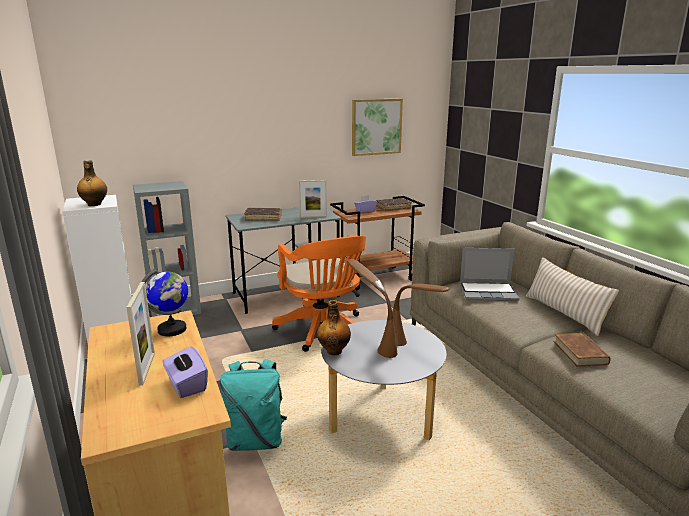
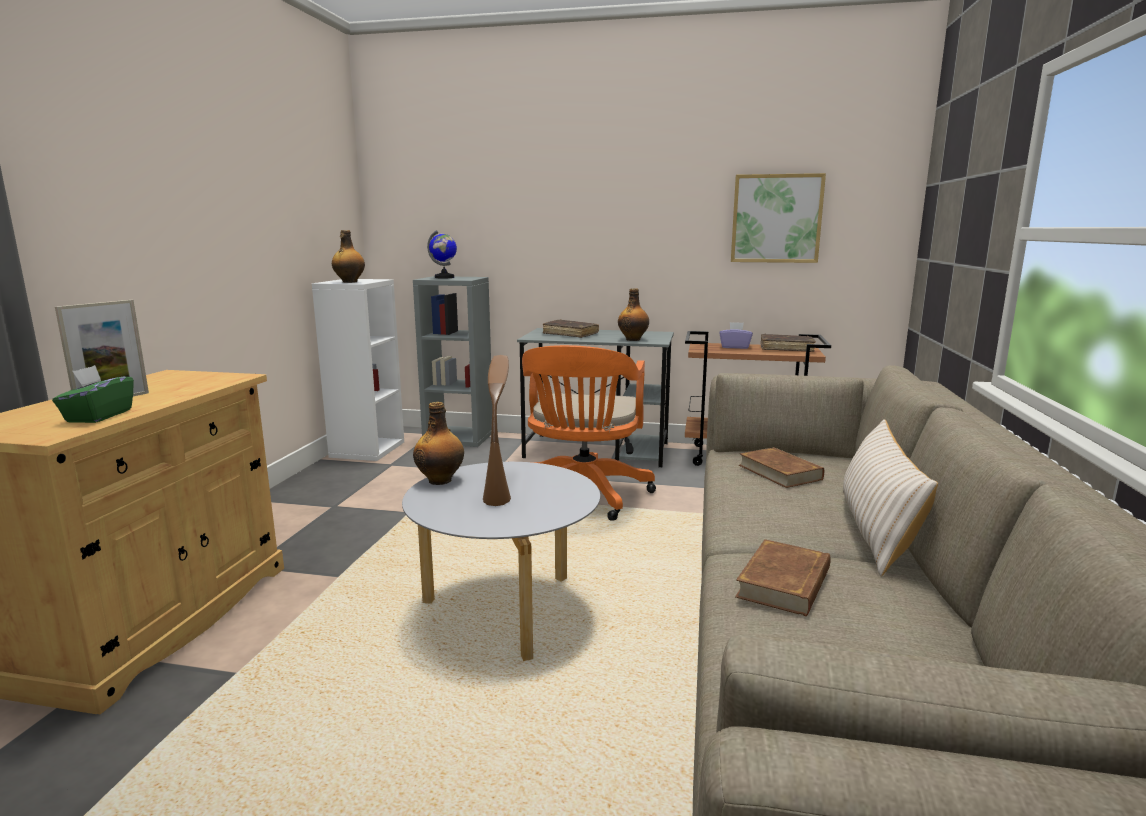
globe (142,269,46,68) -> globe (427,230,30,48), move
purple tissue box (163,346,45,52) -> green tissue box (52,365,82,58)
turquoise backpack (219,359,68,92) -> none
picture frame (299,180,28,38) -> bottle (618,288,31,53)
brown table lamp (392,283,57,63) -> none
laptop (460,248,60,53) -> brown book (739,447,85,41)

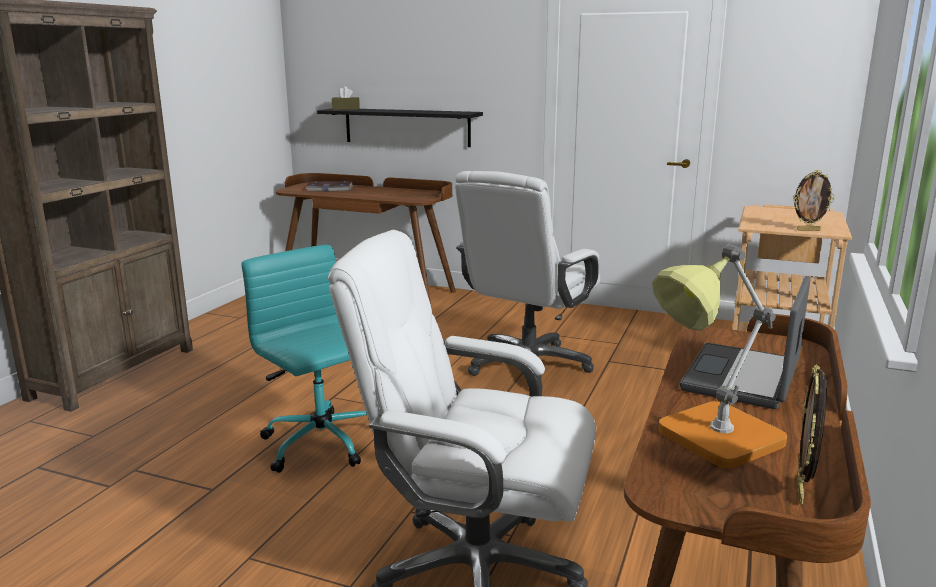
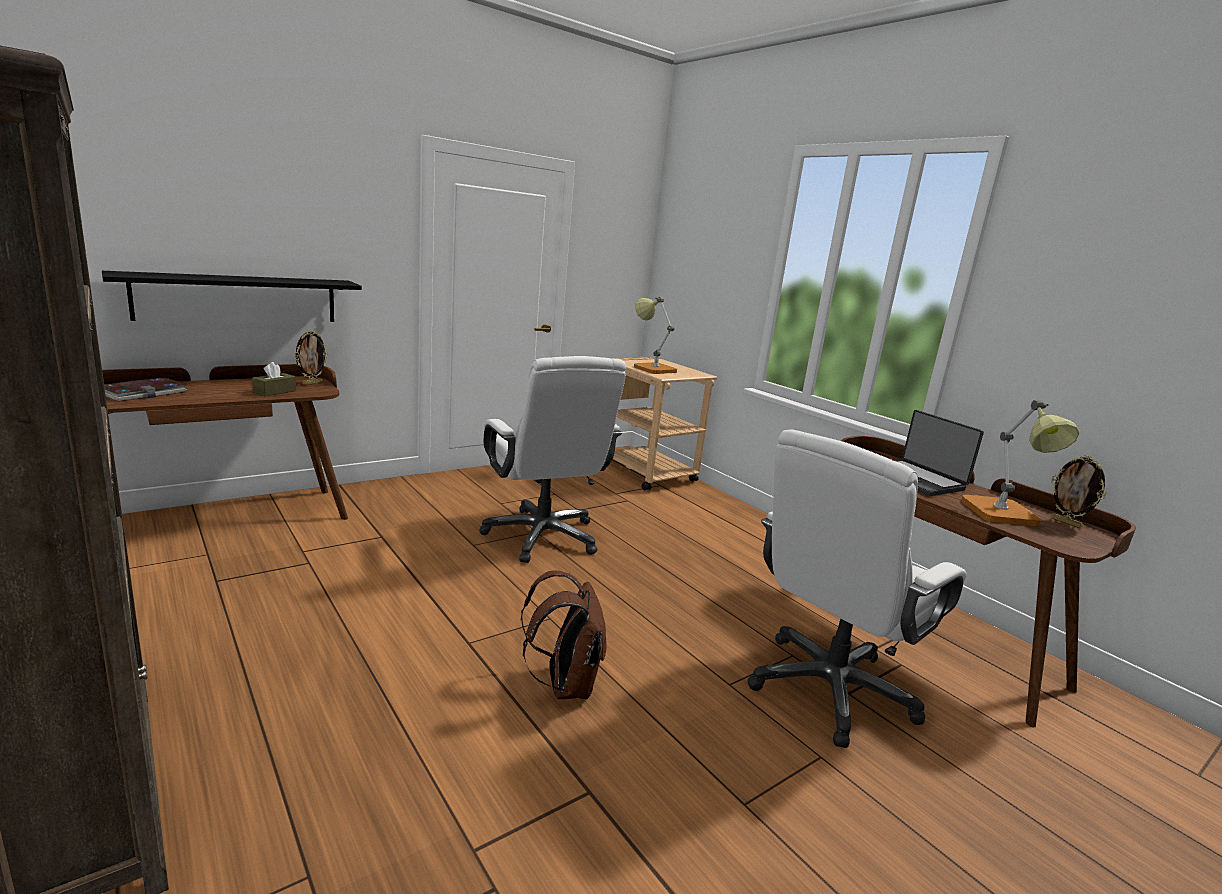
turquoise office chair (242,244,125,229) -> brown backpack (521,571,86,128)
brown tissue box (332,86,28,24) -> brown tissue box (252,362,44,34), move
picture frame (793,170,42,61) -> picture frame (294,330,34,55), move
none -> table lamp (634,297,43,77)

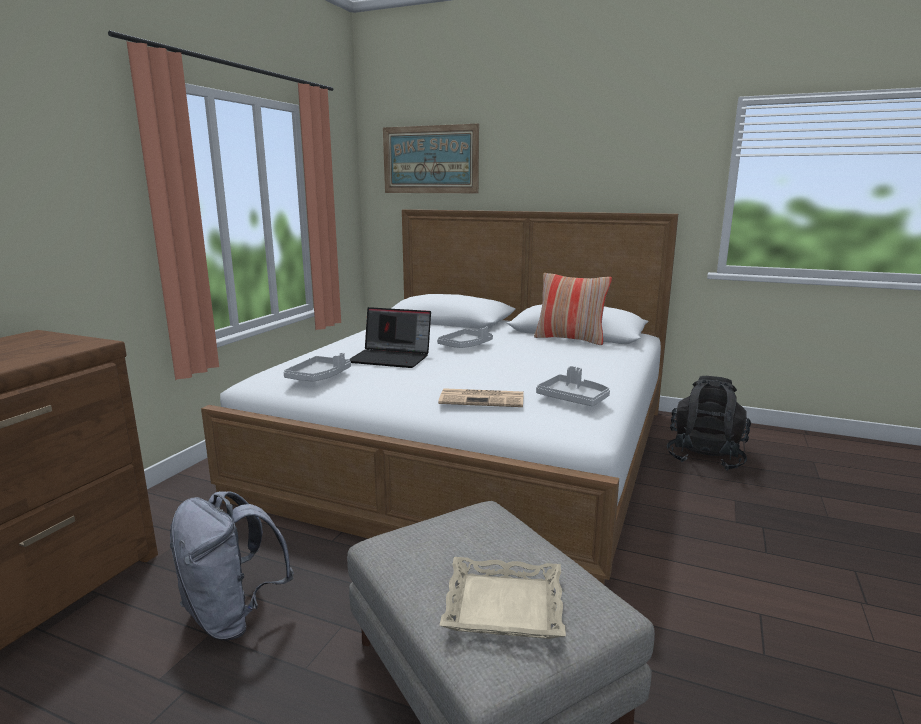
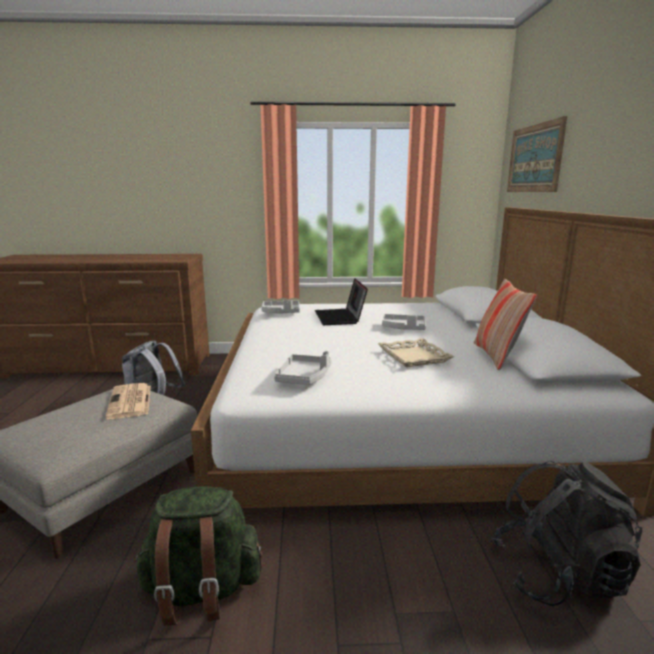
newspaper (438,388,86,19) -> newspaper (105,383,46,36), move
beige tray (439,557,127,82) -> beige tray (378,338,76,29), move
none -> green backpack (134,486,128,140)

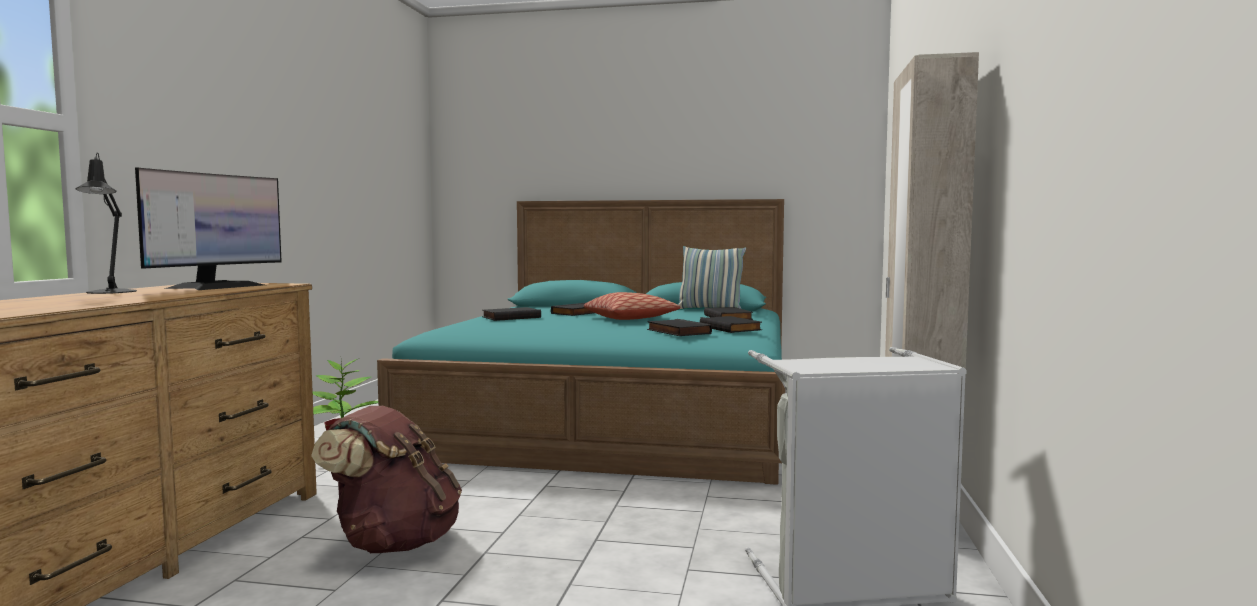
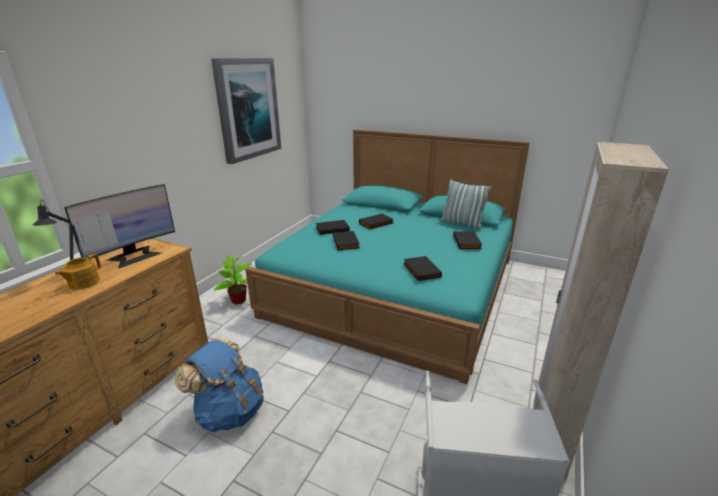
brown backpack (311,406,151,147) -> blue backpack (175,338,89,94)
pillow (584,292,97,28) -> none
black book (700,316,62,17) -> black book (333,231,27,19), move
none -> teapot (55,254,46,36)
none -> picture (211,58,70,106)

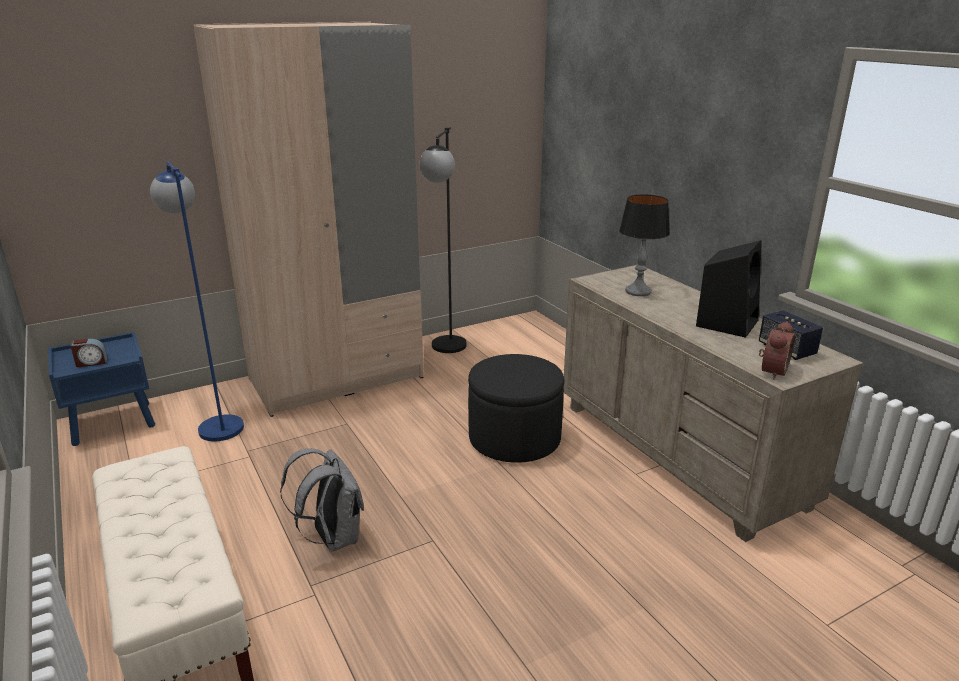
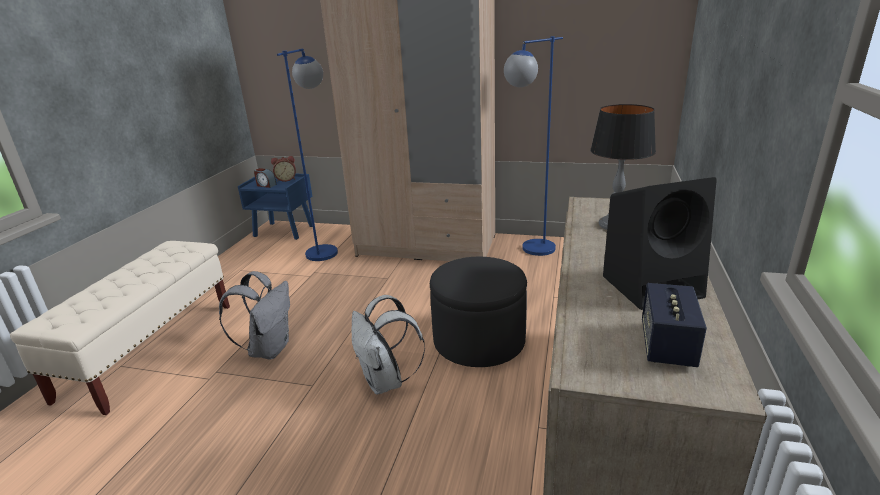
black floor lamp (419,127,48,226) -> blue floor lamp (504,36,59,220)
alarm clock (759,321,36,58) -> alarm clock (271,156,25,26), move
none -> white backpack (352,295,73,100)

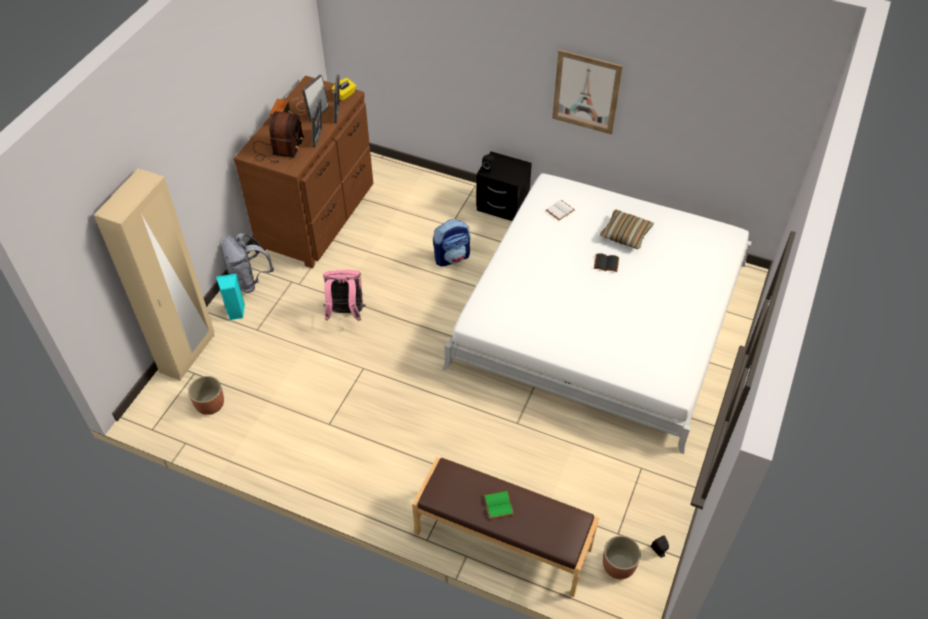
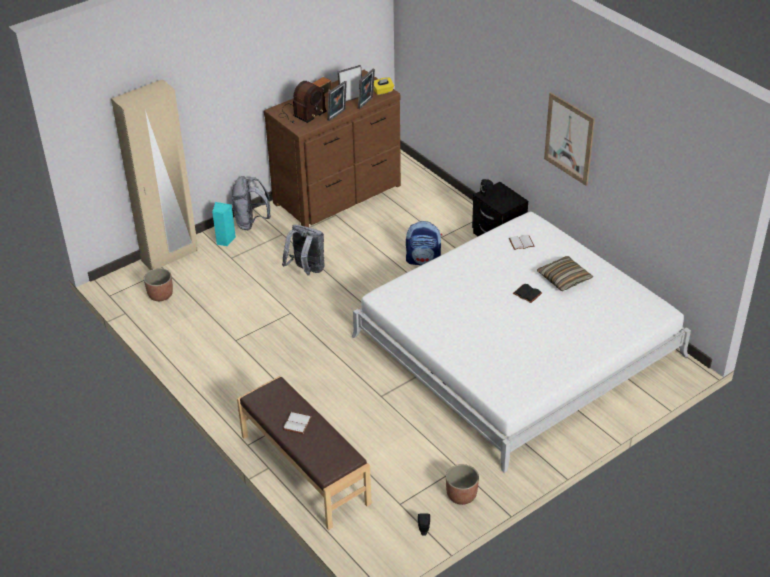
pink backpack (323,270,43,51) -> grey backpack (282,225,43,51)
green book (484,490,30,30) -> white book (283,412,29,22)
planter (603,536,38,43) -> planter (446,464,33,41), move

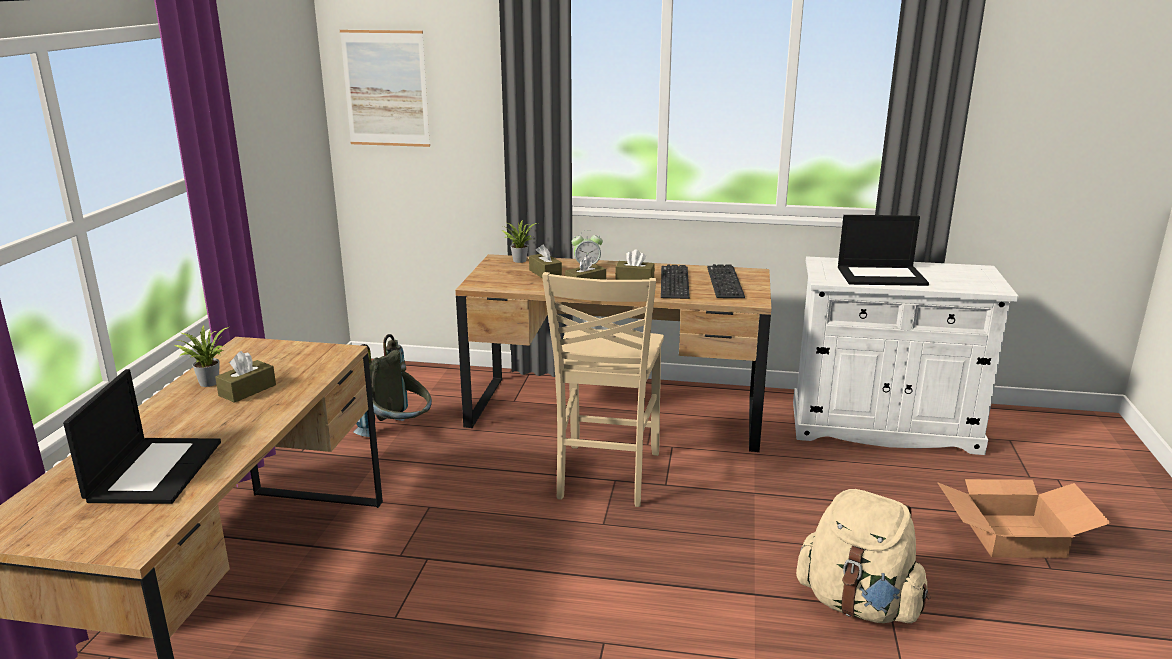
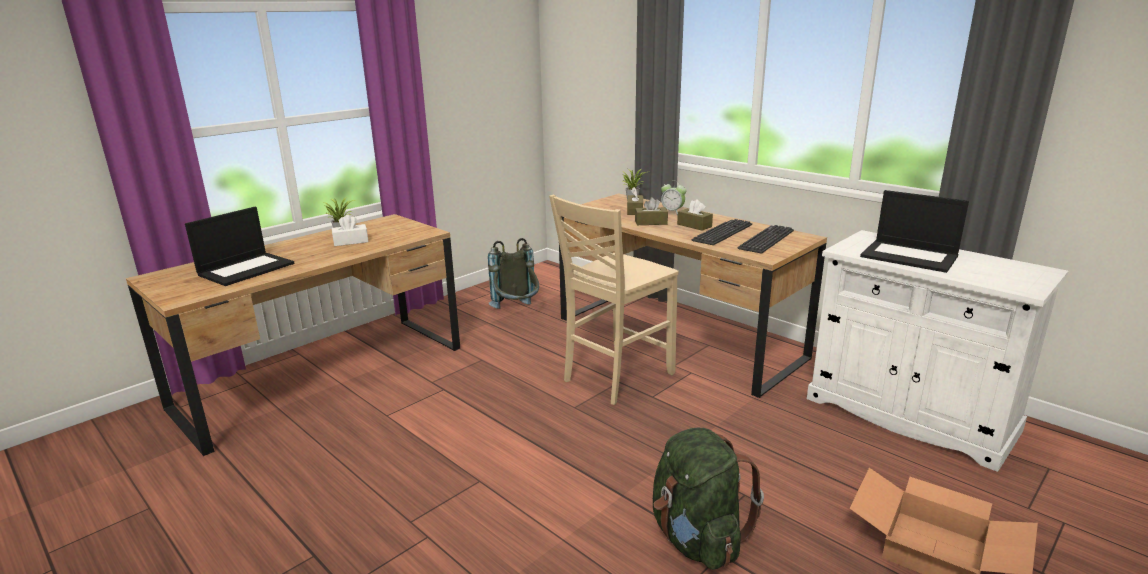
brown tissue box (215,351,61,52) -> white tissue box (332,214,36,32)
picture (340,30,90,117) -> none
beige backpack (796,489,134,134) -> green backpack (653,428,111,142)

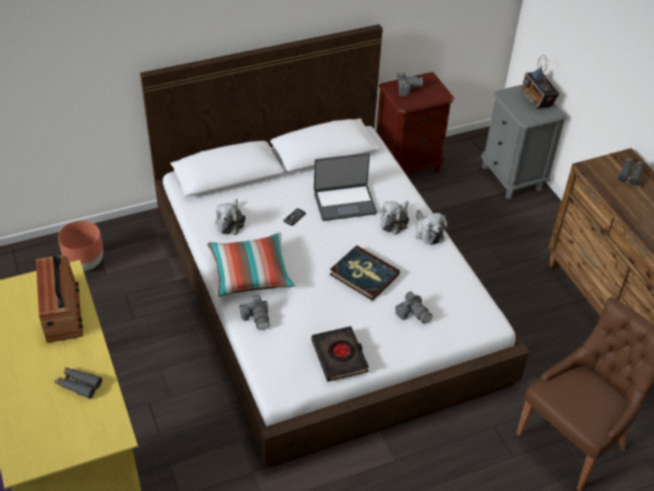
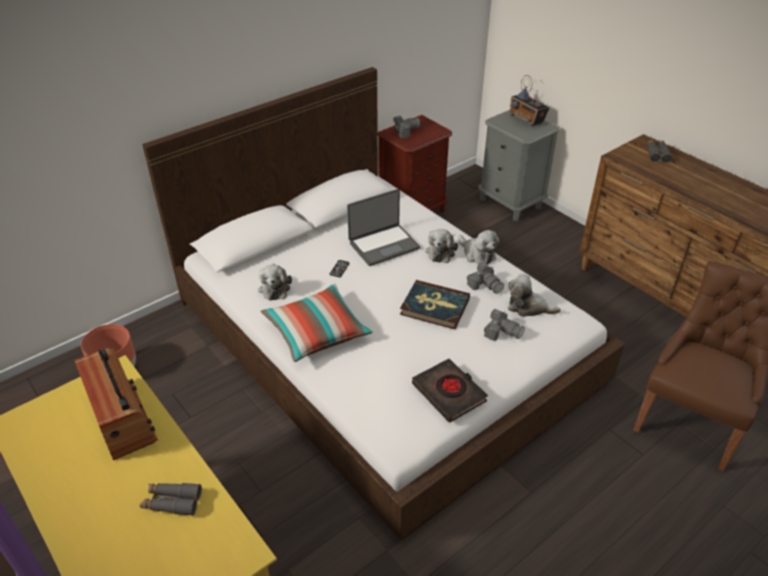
photo camera (239,295,31,35) -> photo camera (467,262,37,31), move
none -> plush toy (508,274,53,43)

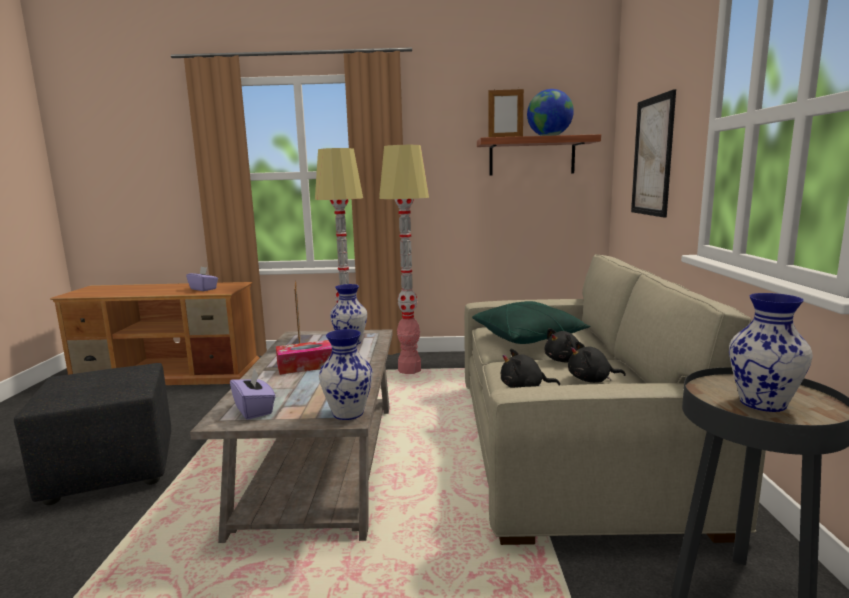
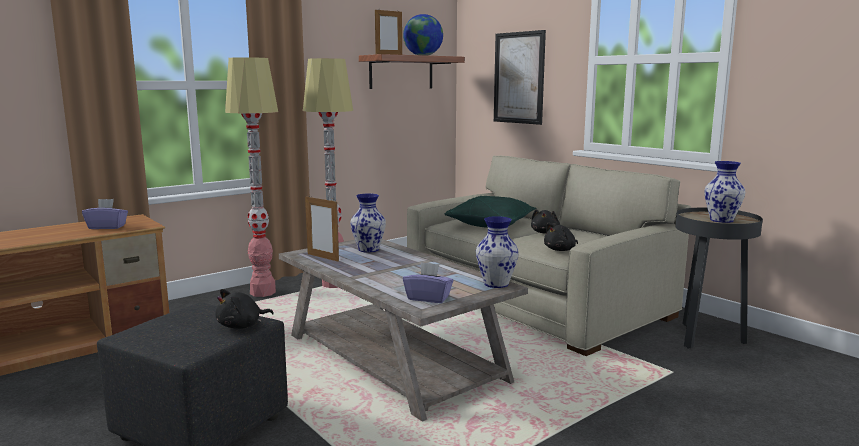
tissue box (276,340,56,35) -> none
black plush toy (568,341,58,42) -> black plush toy (215,289,59,40), move

